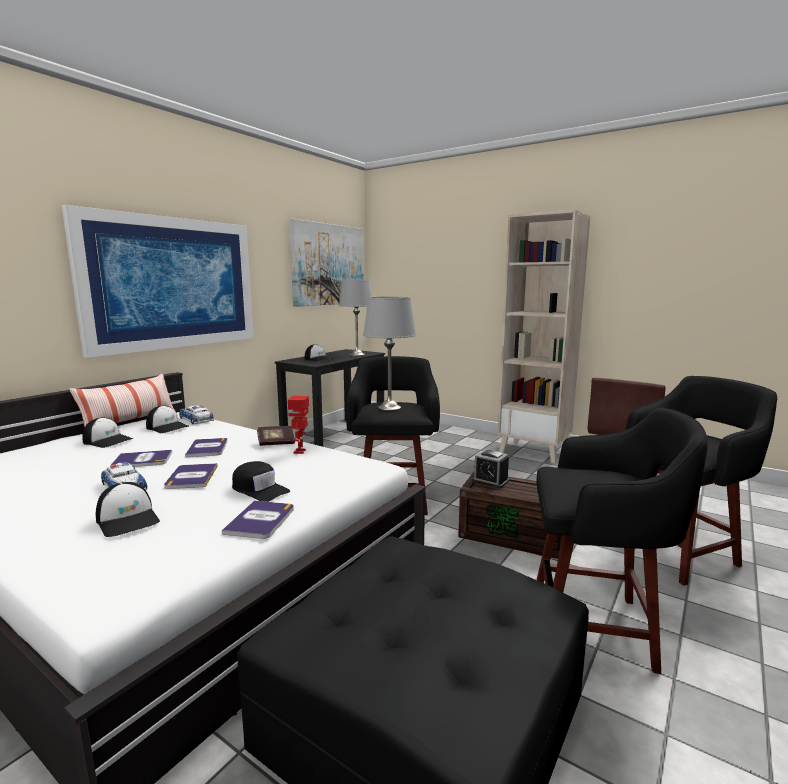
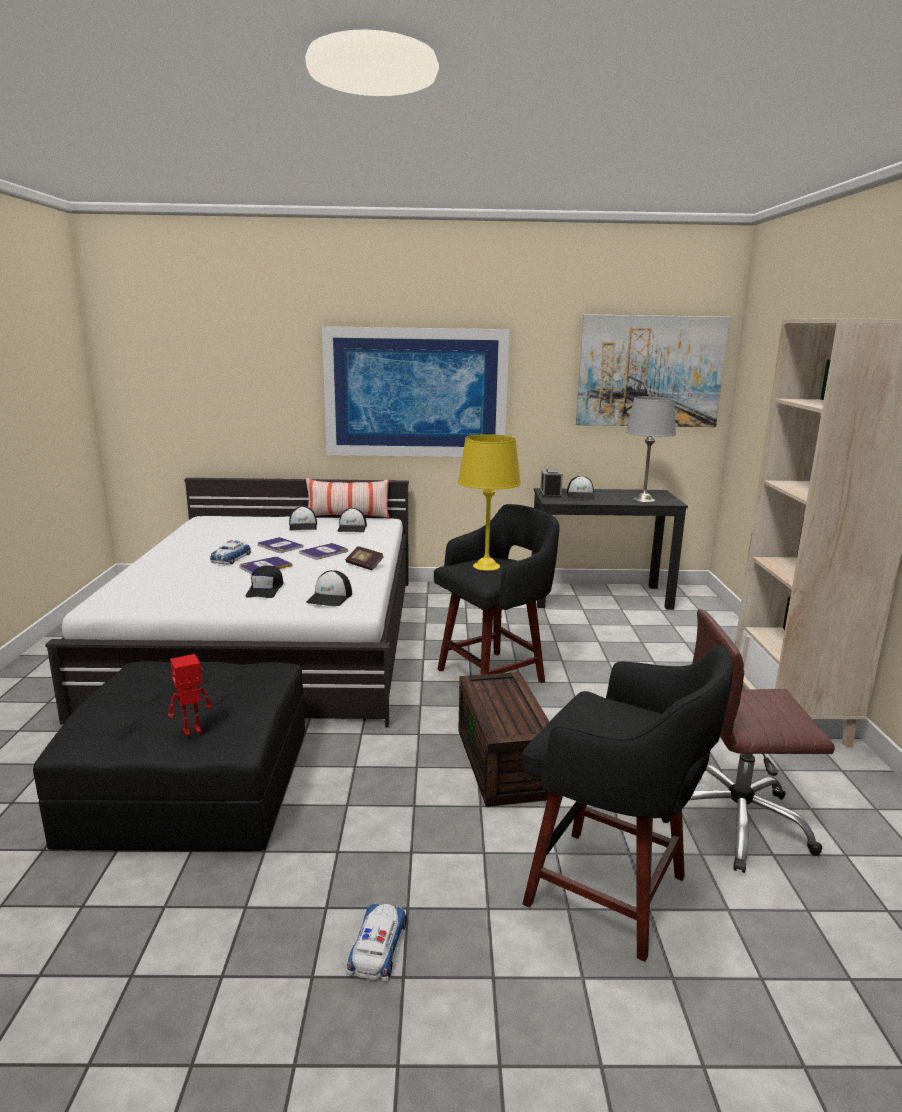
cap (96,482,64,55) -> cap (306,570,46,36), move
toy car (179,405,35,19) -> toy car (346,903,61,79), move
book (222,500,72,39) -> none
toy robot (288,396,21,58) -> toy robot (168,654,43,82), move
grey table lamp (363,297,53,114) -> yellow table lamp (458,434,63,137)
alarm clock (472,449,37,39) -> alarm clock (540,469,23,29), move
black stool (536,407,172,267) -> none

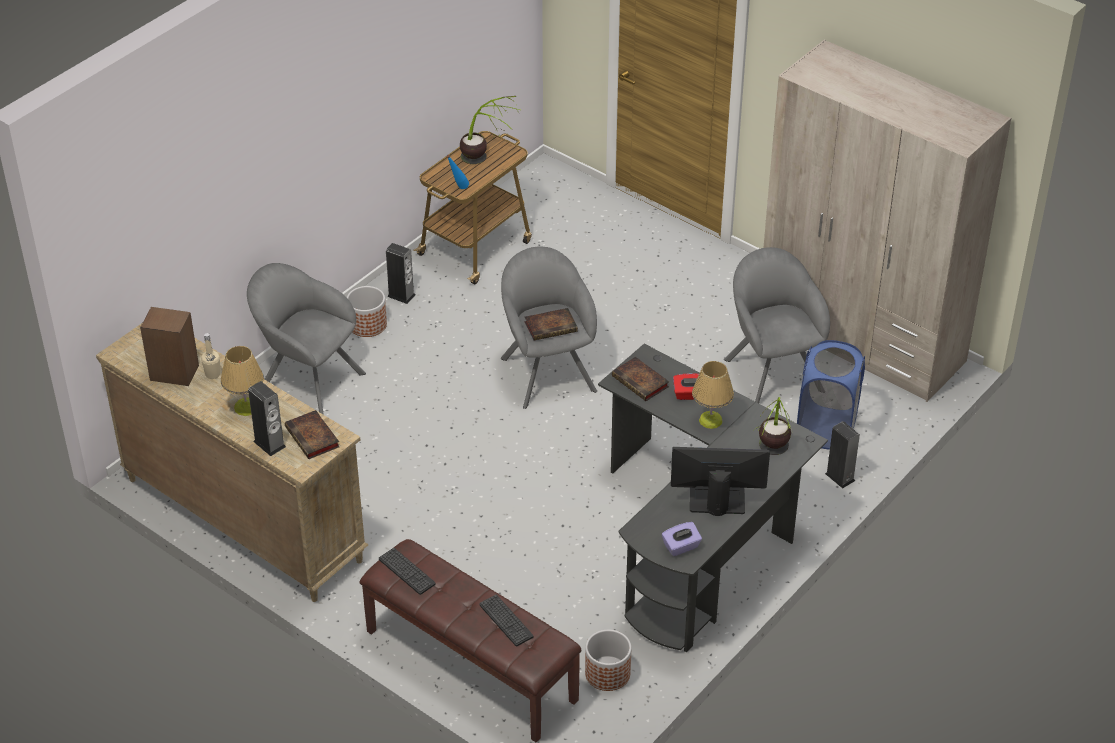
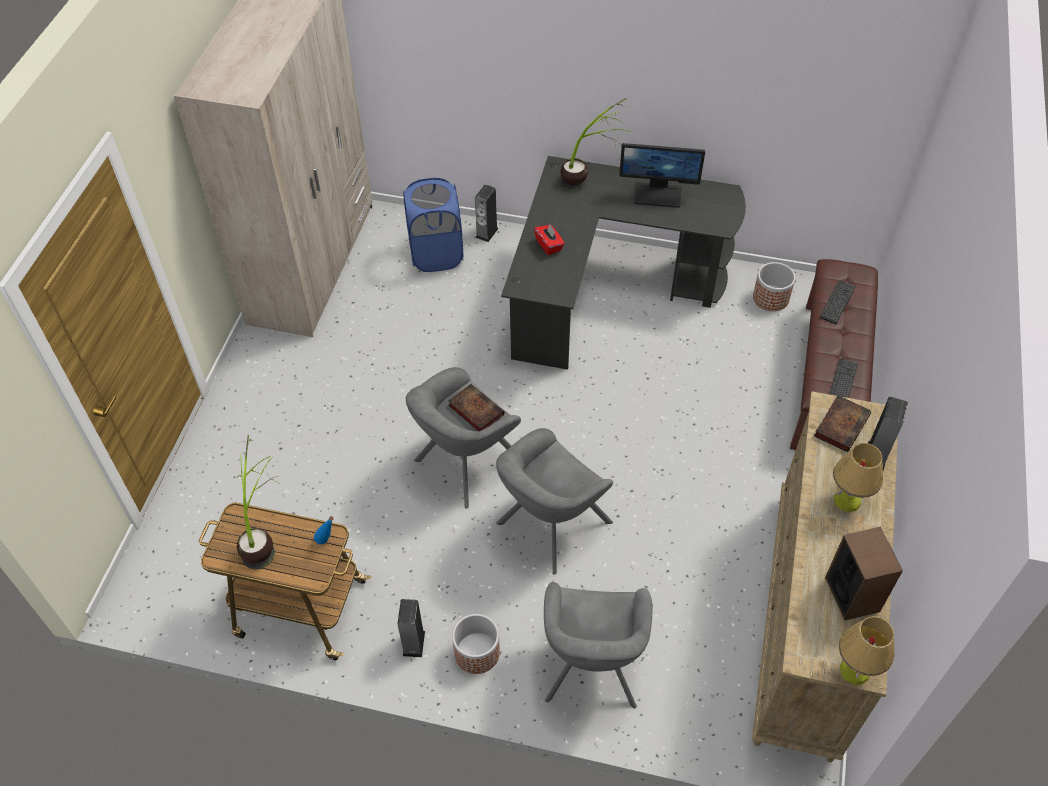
beige bottle (201,333,20,46) -> none
book (612,357,57,44) -> none
purple tissue box (662,522,40,34) -> none
monitor (671,447,99,69) -> monitor (619,143,86,65), 60 degrees counterclockwise
table lamp (692,361,42,68) -> table lamp (839,616,55,69), move
grey armchair (724,247,106,156) -> grey armchair (496,428,117,147), move

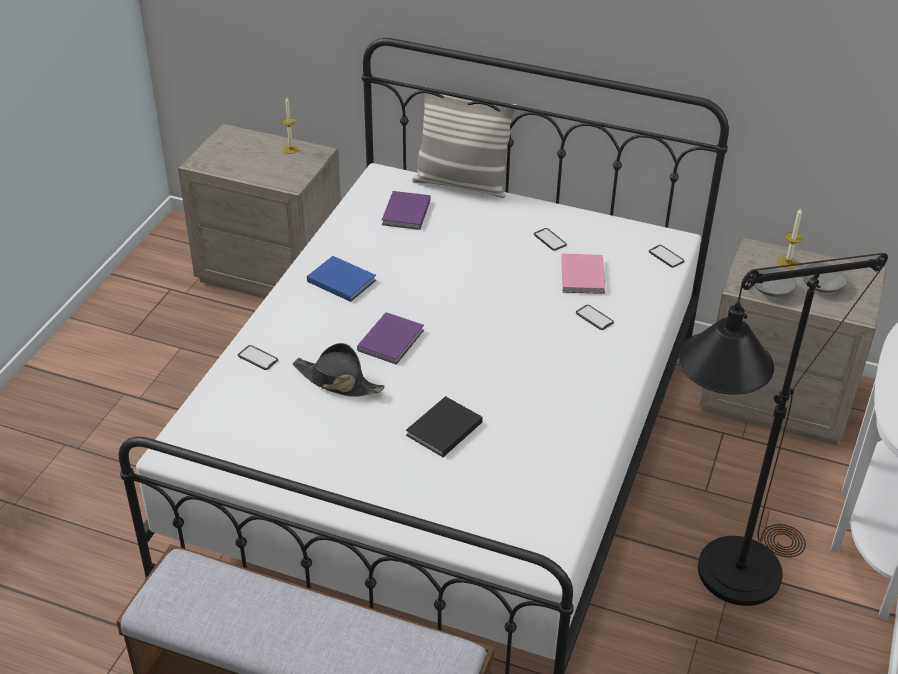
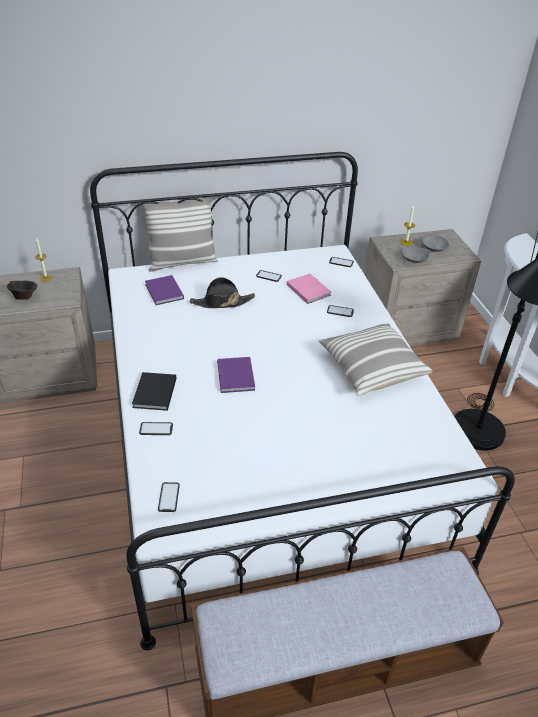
black hat (293,343,92,54) -> black hat (190,277,65,31), move
blue book (307,256,69,46) -> none
black book (406,396,77,61) -> black book (132,372,44,39), move
none -> brown bowl (7,281,30,19)
none -> phone (158,482,22,30)
none -> pillow (319,323,114,73)

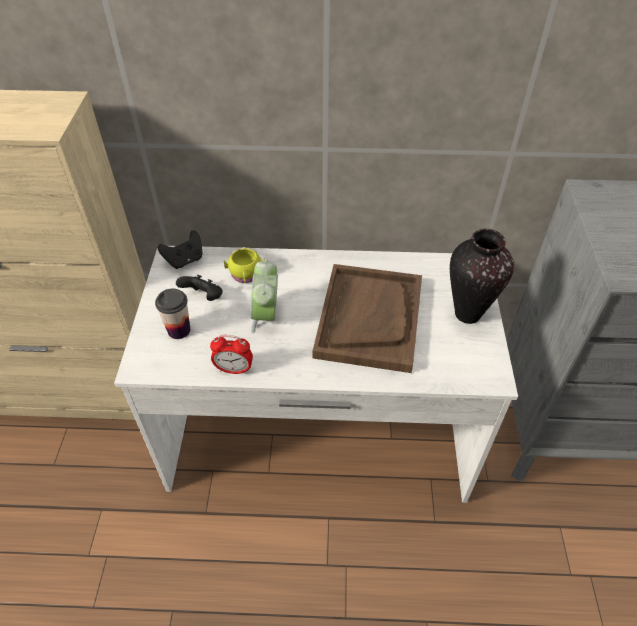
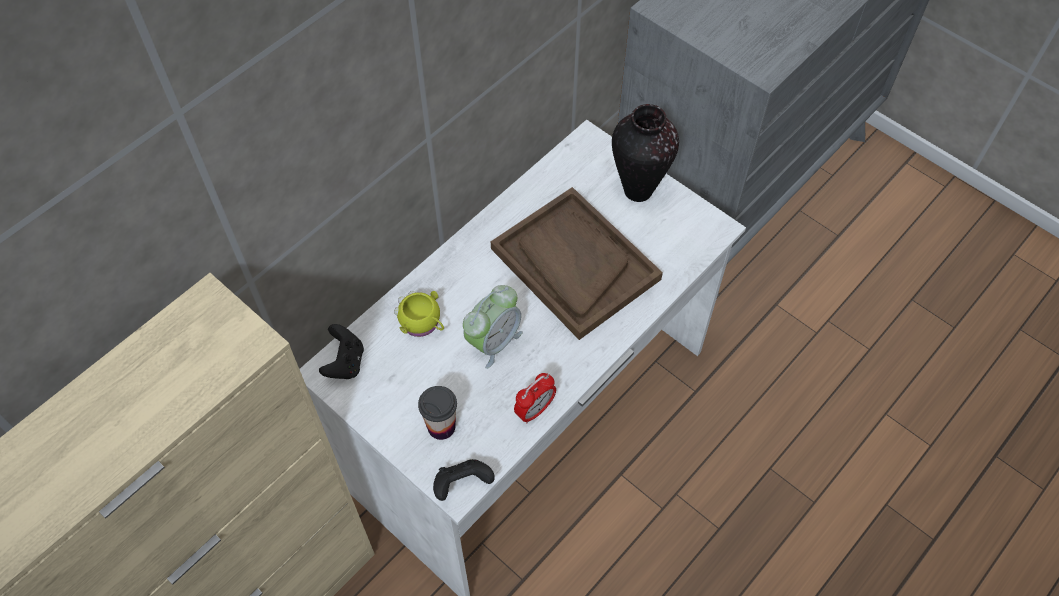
black game controller (176,275,47,26) -> black game controller (433,459,62,42), move
alarm clock (250,260,28,73) -> alarm clock (463,285,60,84), 90 degrees counterclockwise

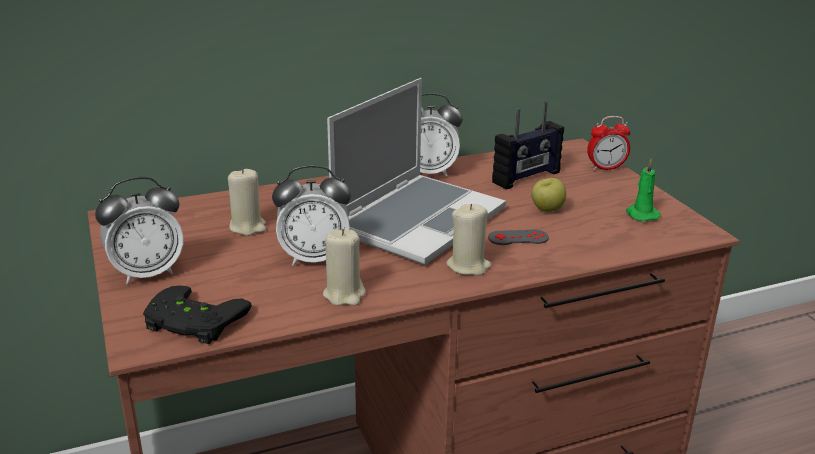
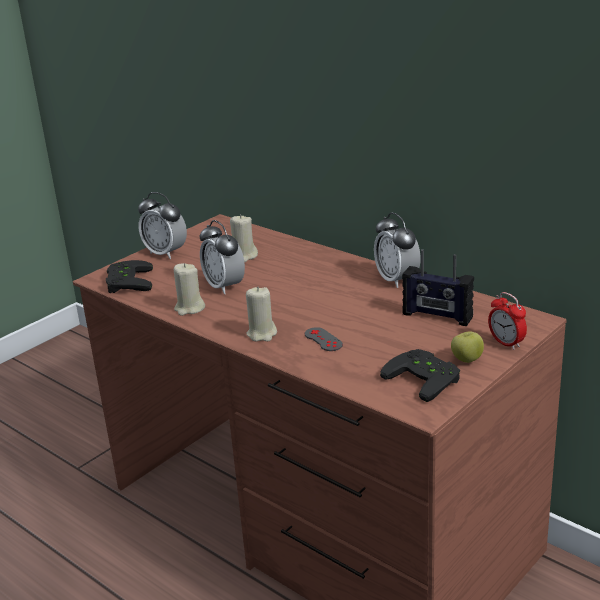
laptop (327,78,179,187) -> none
apple (531,178,35,34) -> apple (451,331,33,32), move
green candle (626,159,35,62) -> black game controller (380,349,80,53)

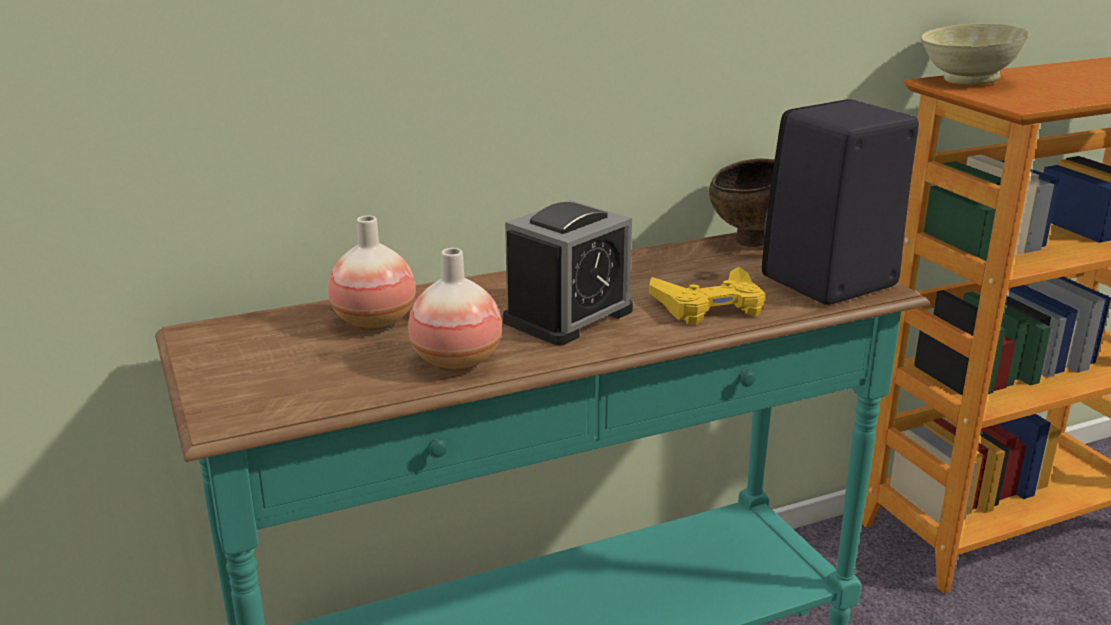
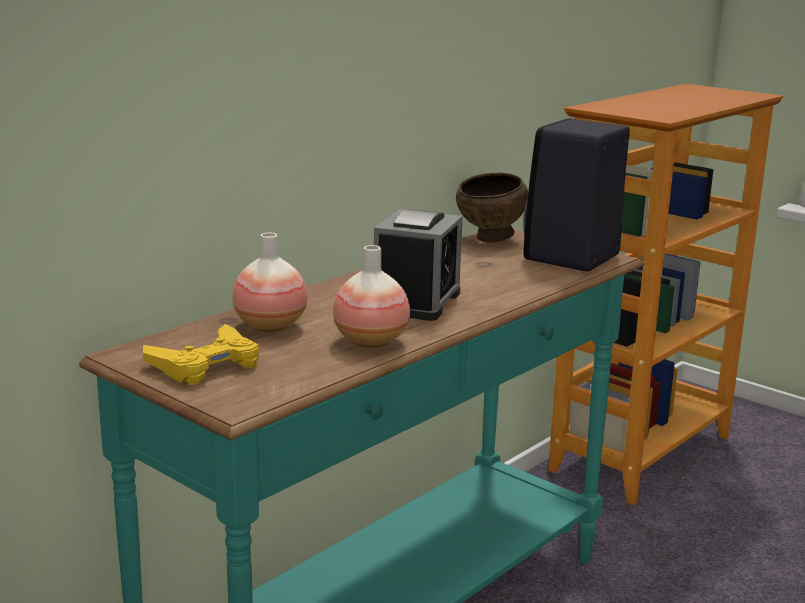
yellow game controller (649,266,116,59) -> yellow game controller (143,324,116,61), move
beige bowl (921,23,108,62) -> none

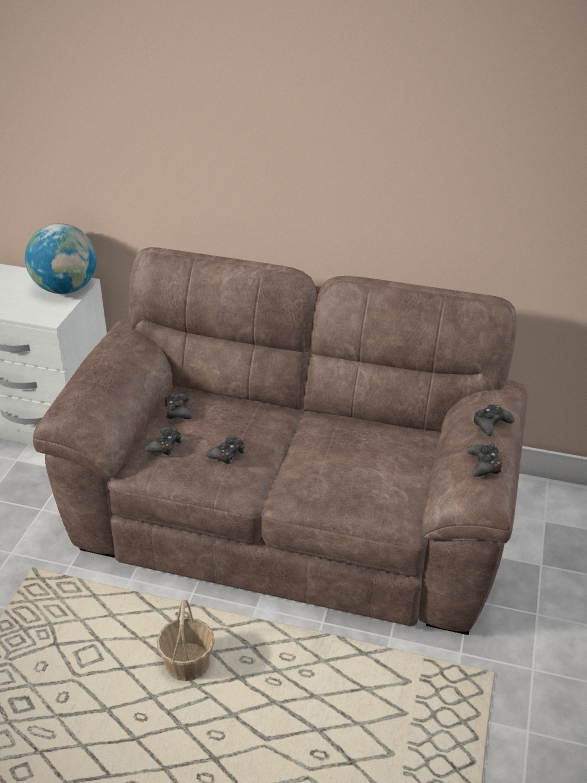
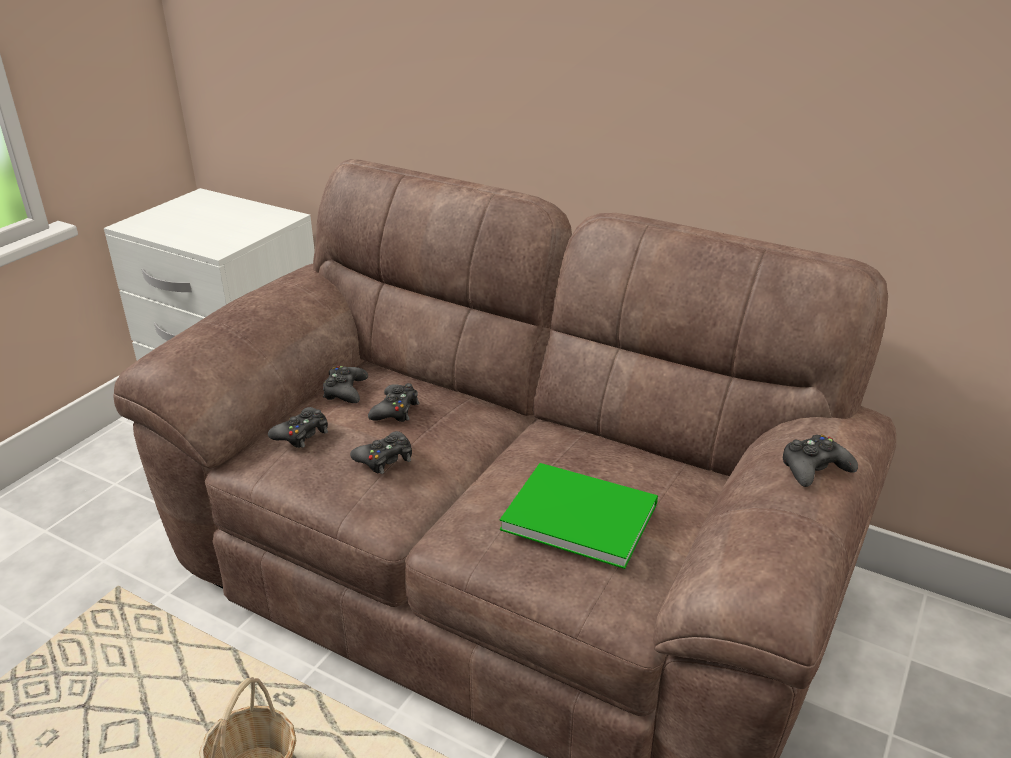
globe (25,223,72,71) -> none
black game controller (467,443,35,34) -> black game controller (368,383,51,39), move
none -> green book (500,463,158,106)

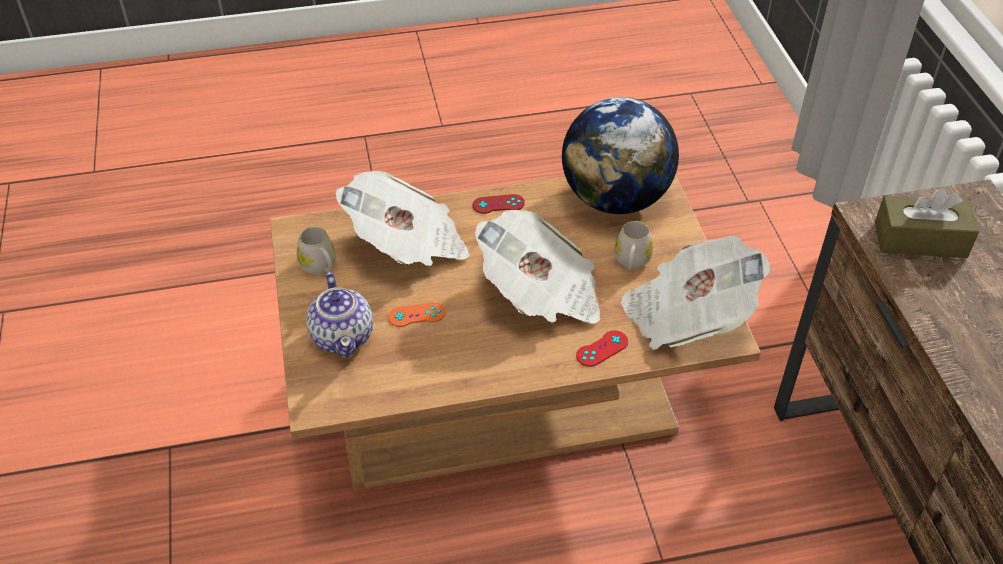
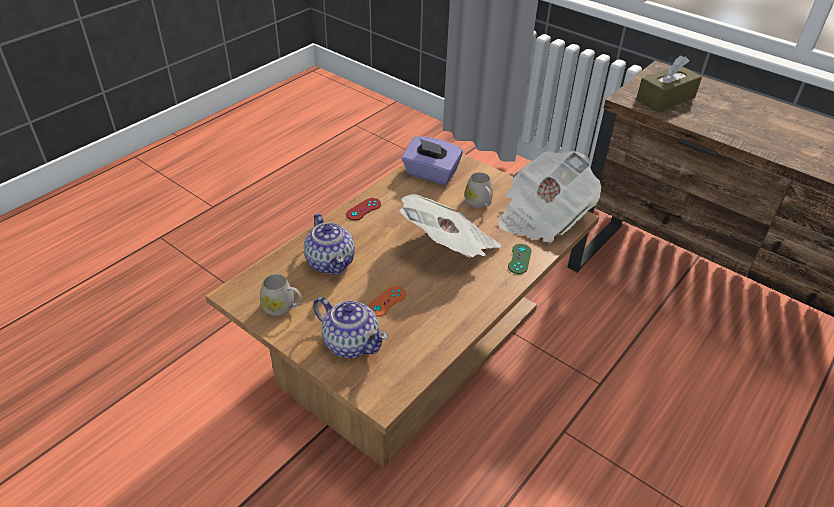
newspaper (336,171,134,95) -> teapot (304,214,51,61)
globe (562,97,117,117) -> purple tissue box (402,136,61,49)
red game controller (576,330,52,37) -> green game controller (508,244,24,30)

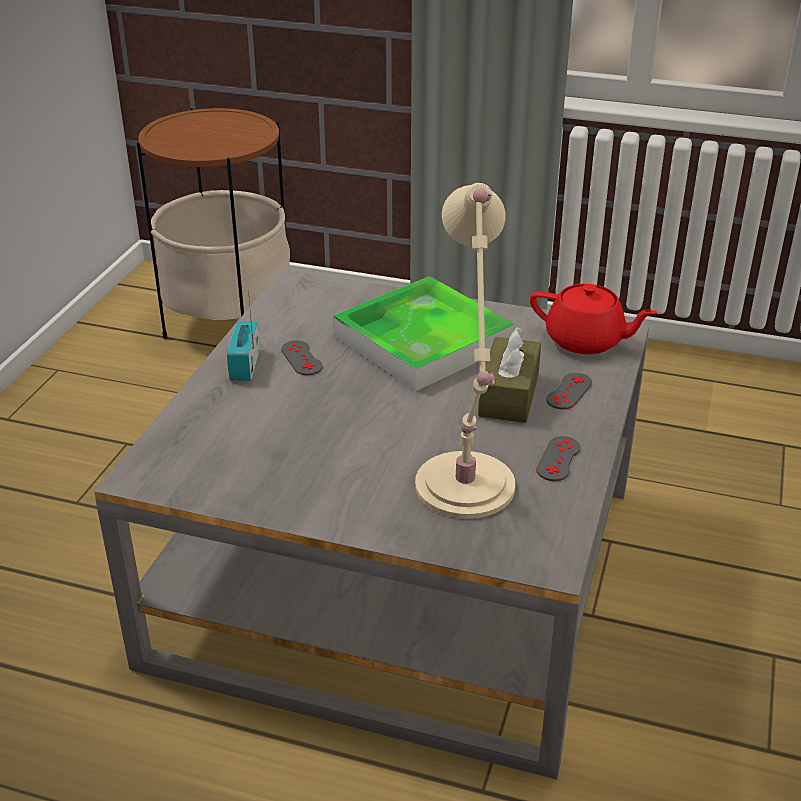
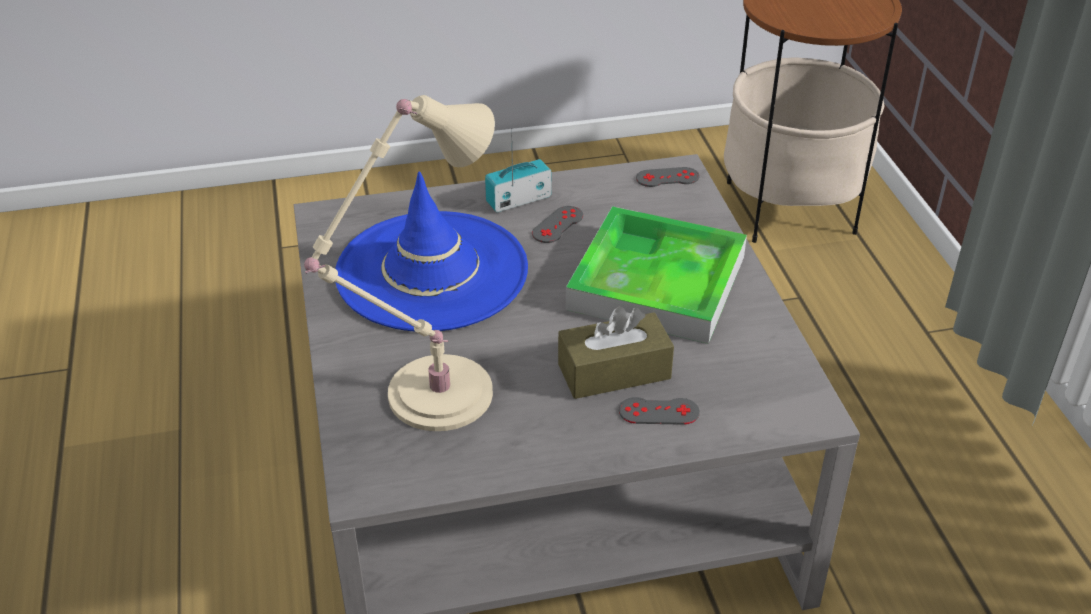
red teapot (530,284,127,70) -> none
grey game controller (536,436,44,45) -> grey game controller (636,167,63,20), move
none -> blue hat (335,171,193,160)

